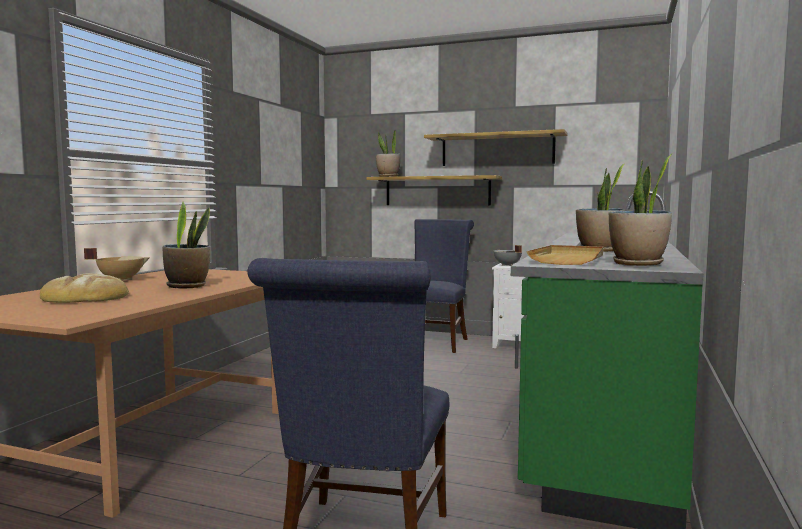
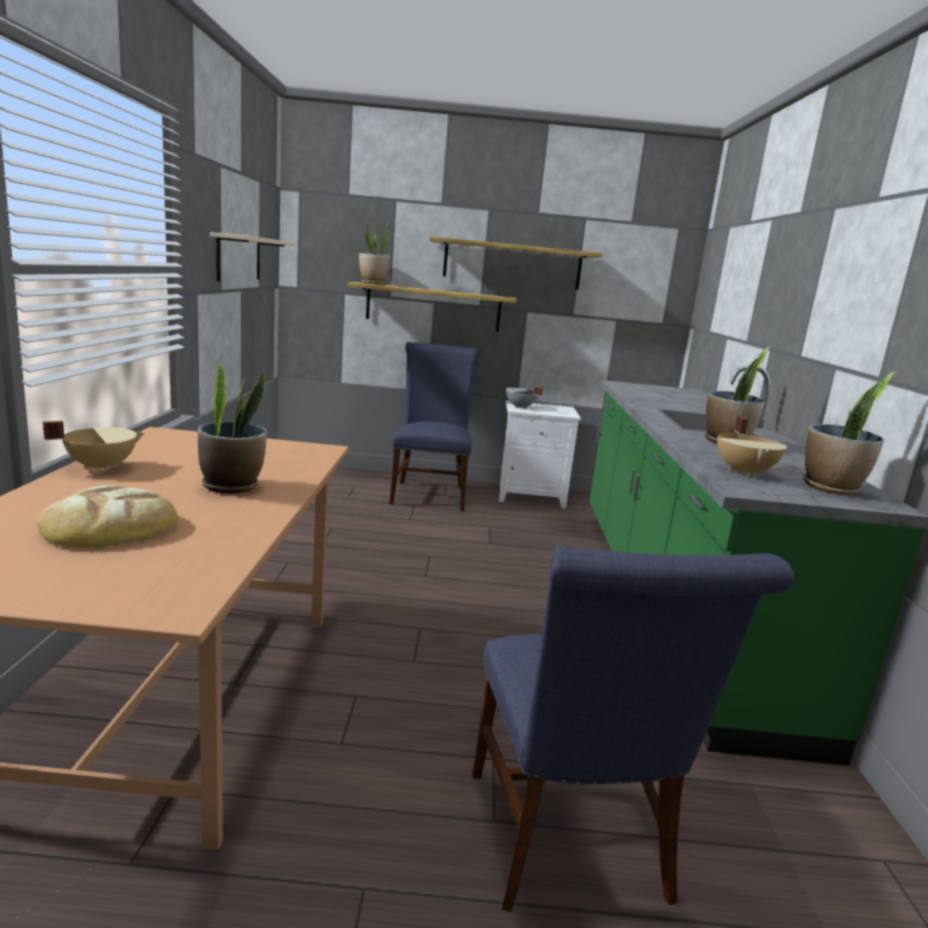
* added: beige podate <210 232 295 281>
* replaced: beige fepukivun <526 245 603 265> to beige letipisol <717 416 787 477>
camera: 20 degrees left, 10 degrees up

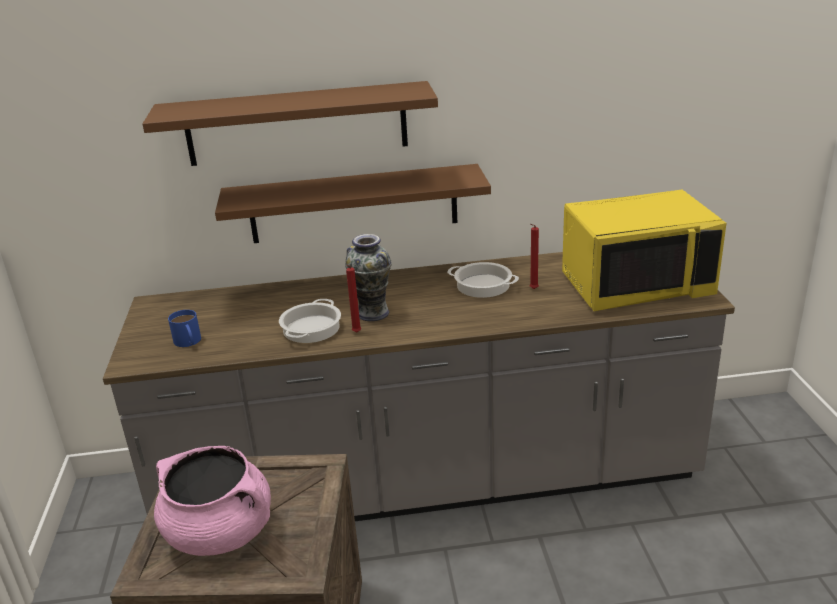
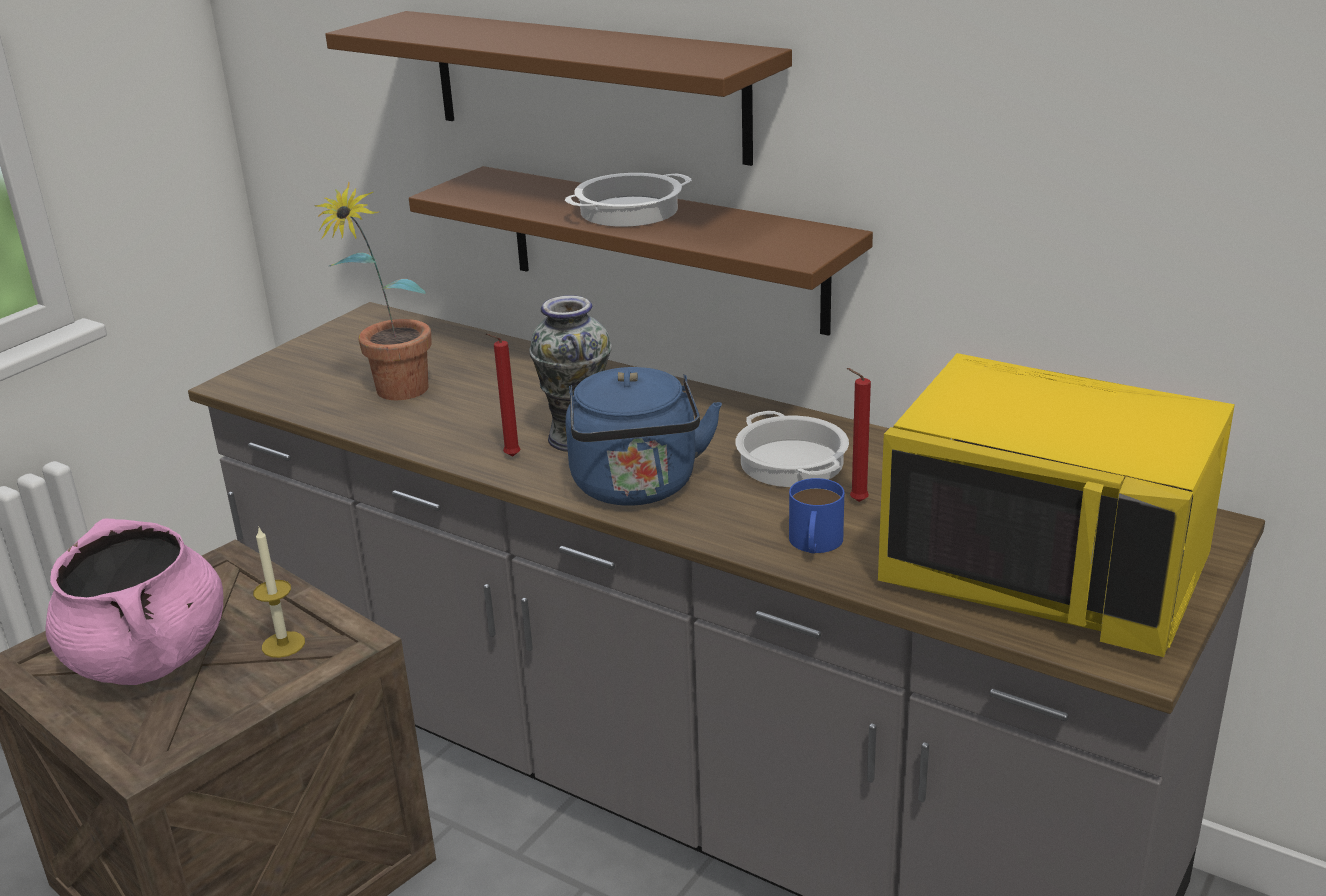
* added: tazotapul <253 526 305 658>
* added: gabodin <314 181 432 400>
* moved: letipisol <279 299 341 343> to <565 173 692 227>
* added: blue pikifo <566 367 722 506>
* moved: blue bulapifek <168 310 201 347> to <789 478 844 553>
camera: 40 degrees right, 0 degrees up

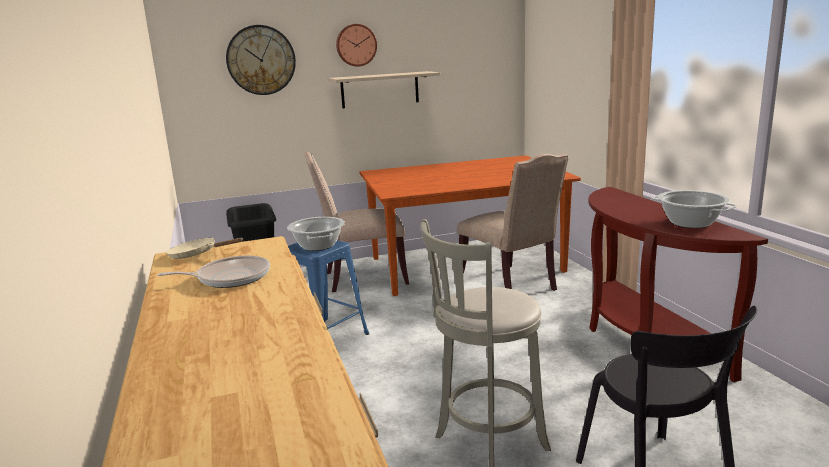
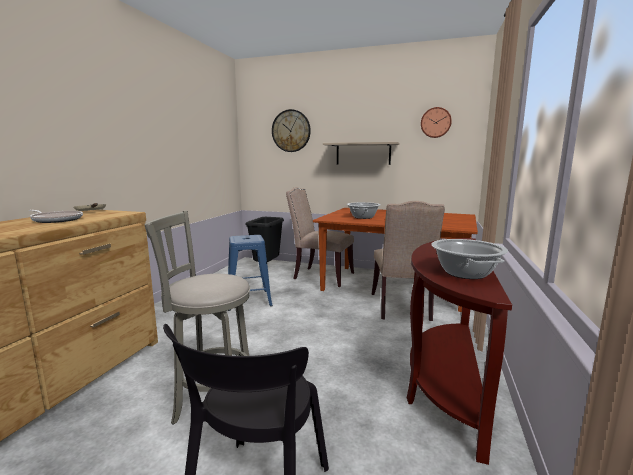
* moved: letipisol <287 217 345 251> to <347 202 381 219>
* moved: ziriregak <336 24 377 66> to <421 107 452 138>
camera: 35 degrees right, 5 degrees down

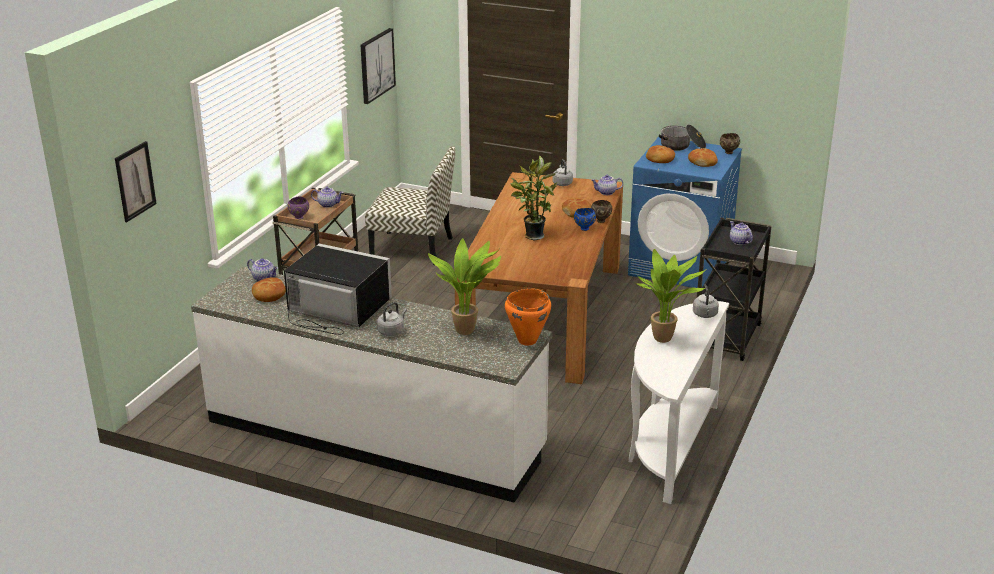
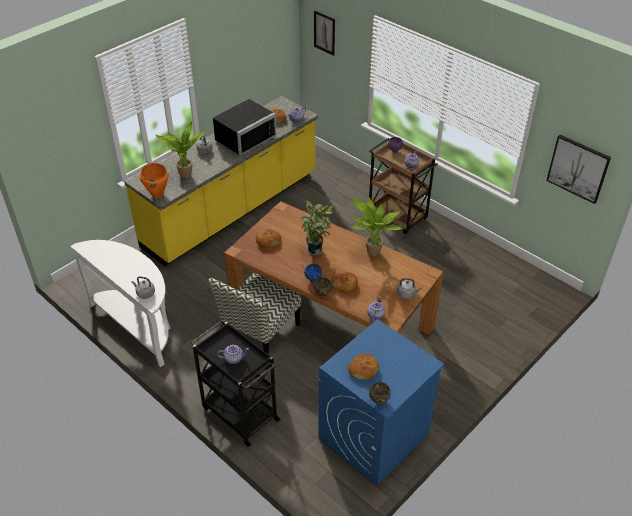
* recoloured: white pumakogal <191 267 552 503> to yellow pumakogal <124 96 318 266>
* moved: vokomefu <365 146 456 265> to <208 273 301 354>
* moved: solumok <646 145 675 163> to <256 229 281 247>
* moved: gabodin <636 249 705 343> to <352 197 402 256>
* removed: letipisol <659 124 706 151>
camera: 110 degrees right, 15 degrees up

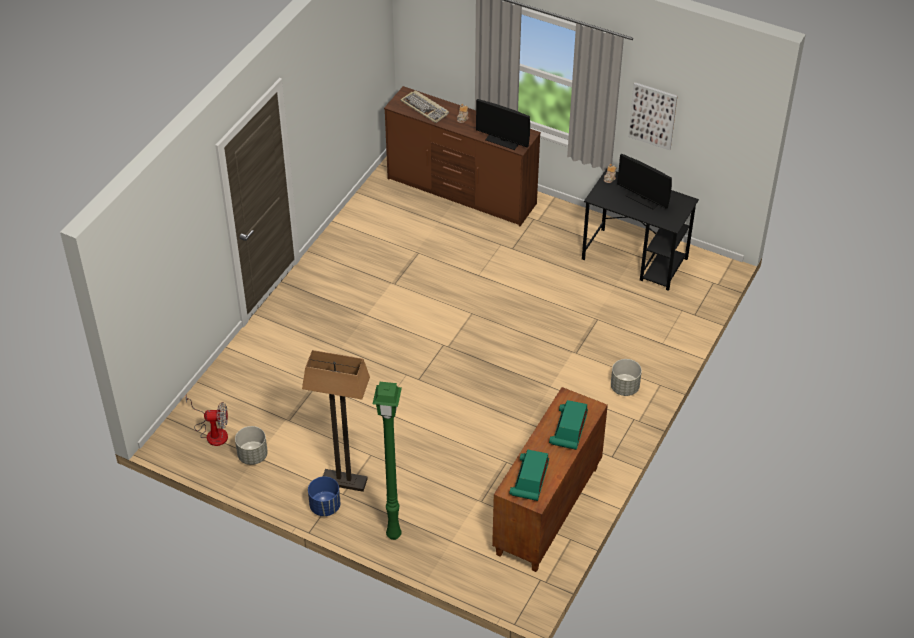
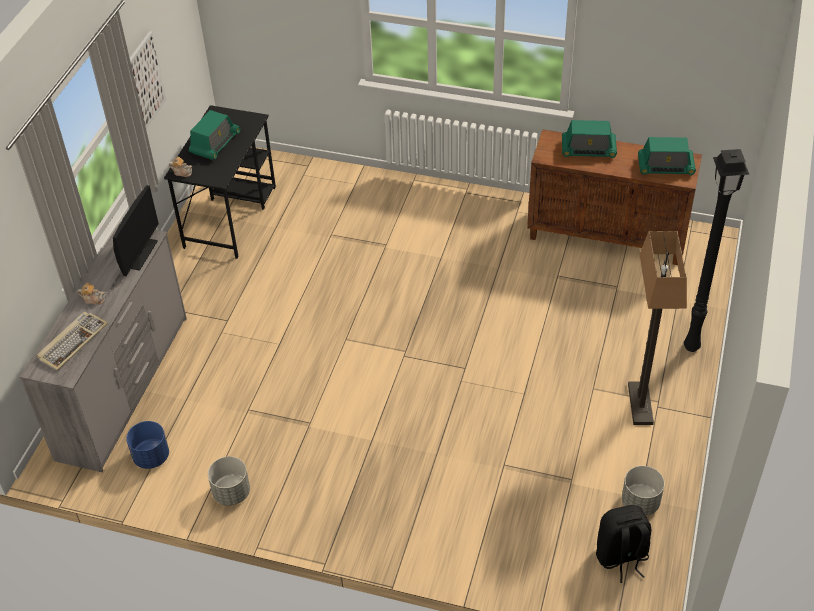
* recoloured: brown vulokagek <384 86 541 226> to grey vulokagek <20 223 187 472>
* moved: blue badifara <308 476 340 516> to <126 421 169 469>
* replaced: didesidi <617 154 672 209> to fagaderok <189 110 241 160>
* moved: grey badifara <611 359 642 396> to <208 456 250 506>
* replaced: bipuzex <186 395 228 446> to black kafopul <596 505 651 583>
* recoloured: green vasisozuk <373 382 402 540> to black vasisozuk <684 149 749 352>
camera: 100 degrees left, 0 degrees up

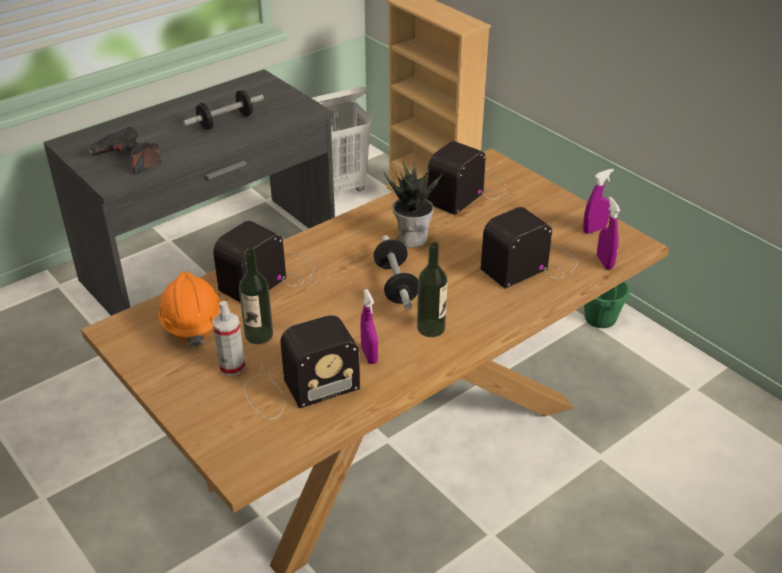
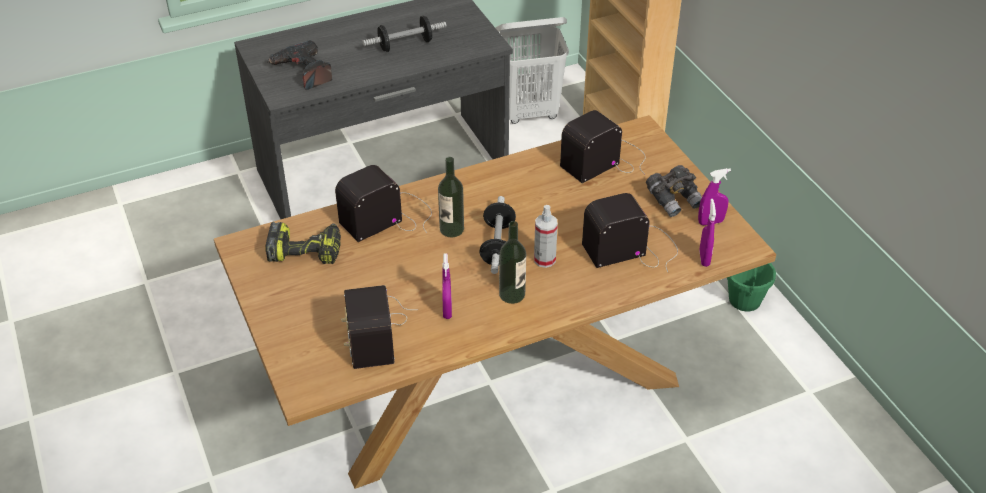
* replaced: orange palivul <158 271 220 347> to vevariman <266 222 341 264>
* turned: fagaderok <244 315 360 419> = <341 285 412 369> 90 degrees clockwise
* moved: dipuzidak <239 248 273 344> to <438 157 464 237>
* moved: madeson <212 301 245 376> to <534 205 558 268>
* added: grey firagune <646 165 702 217>
* removed: gabodin <384 161 442 247>
camera: 15 degrees right, 5 degrees up

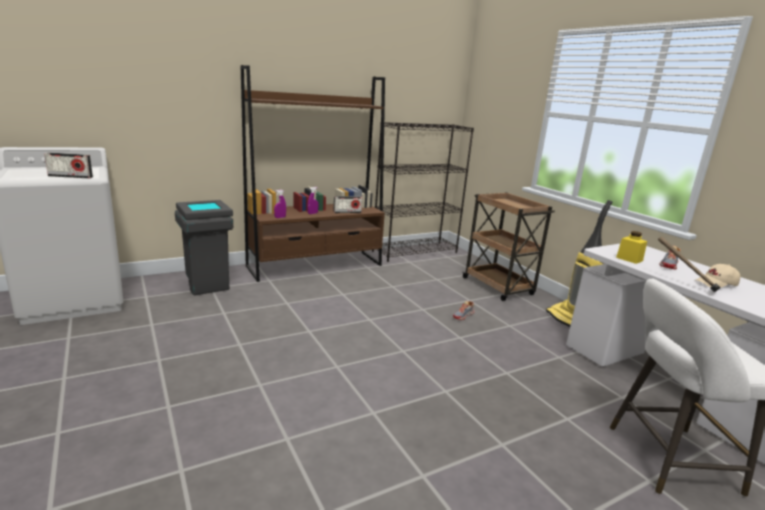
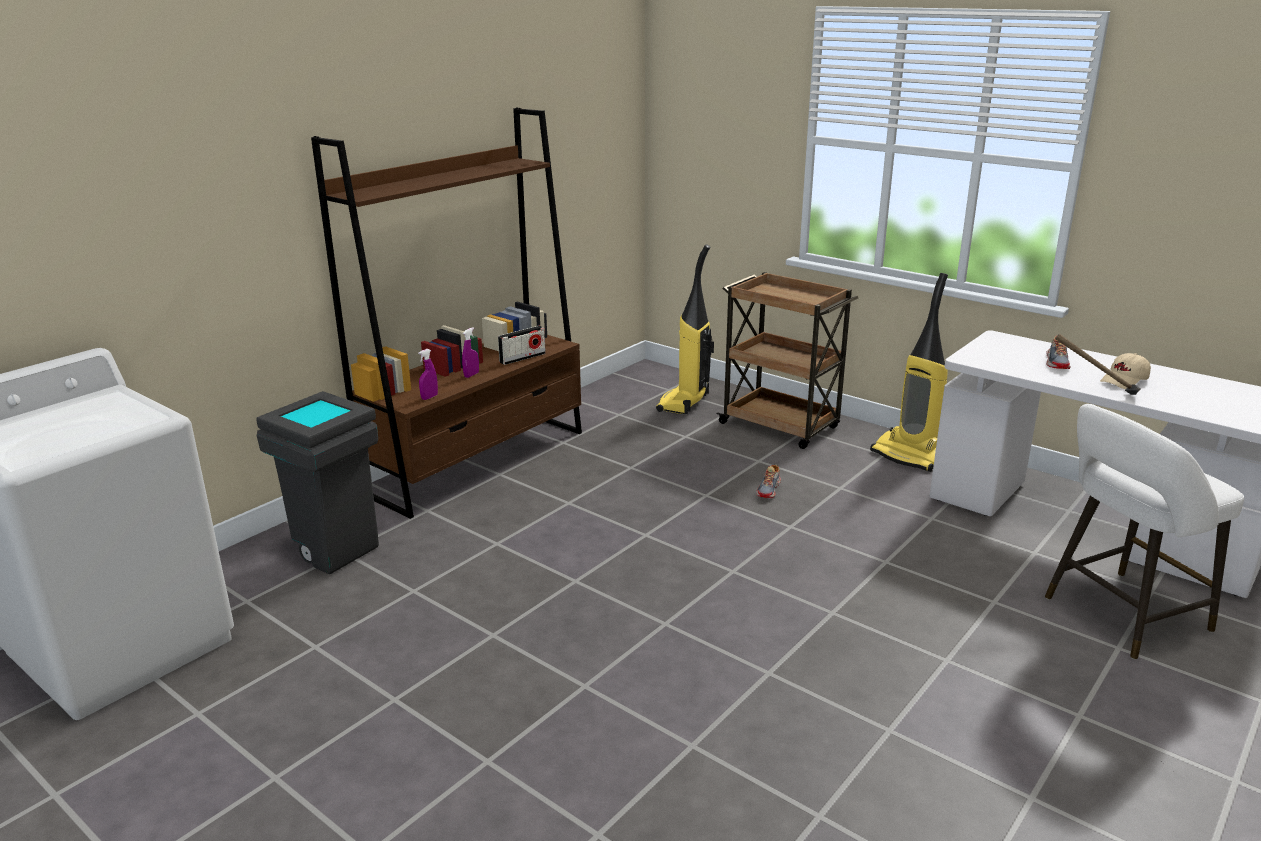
* added: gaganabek <656 244 714 414>
* removed: fagaderok <44 152 93 179>
* removed: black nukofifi <372 122 474 262>
* removed: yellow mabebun <616 231 647 264>
camera: 20 degrees left, 5 degrees up

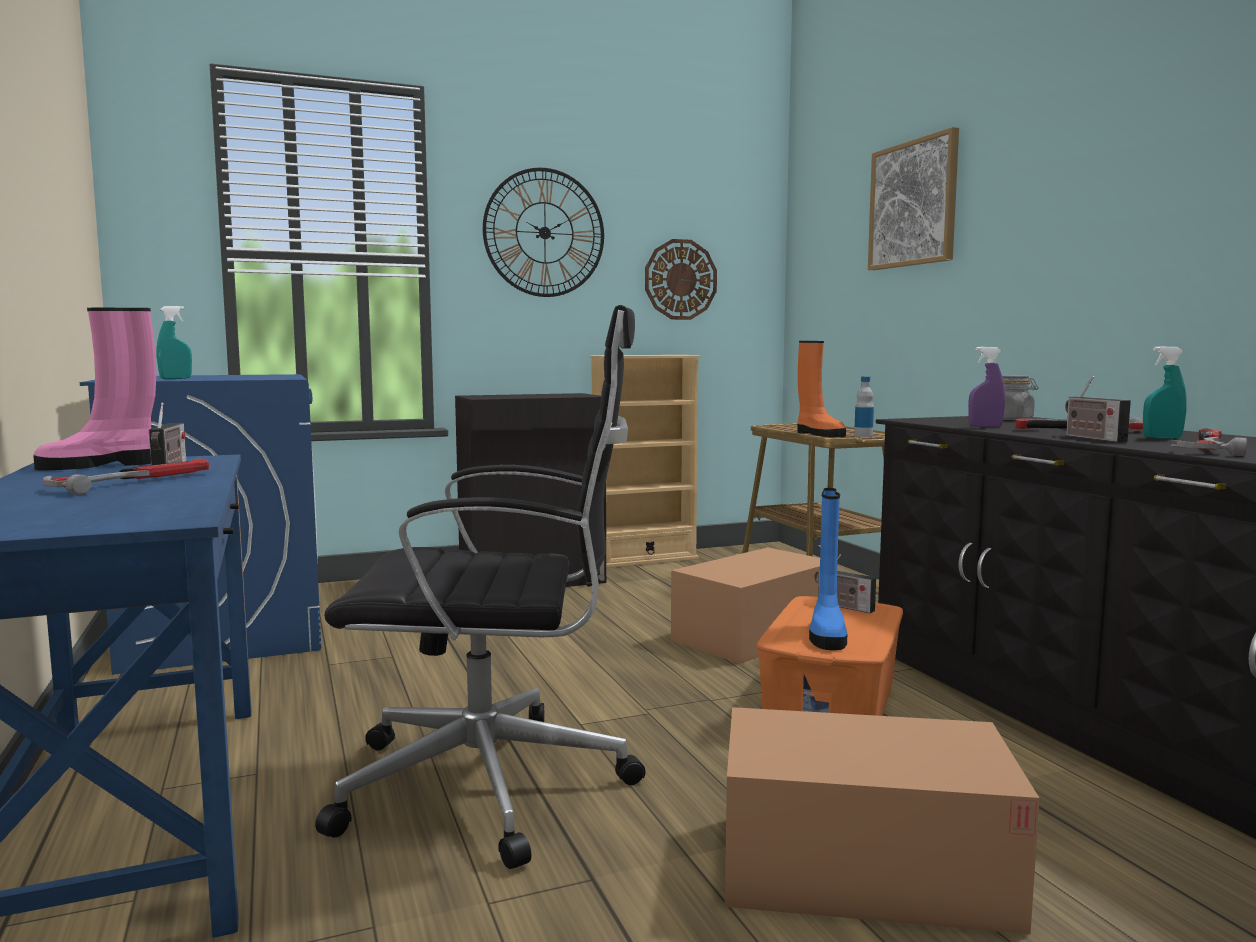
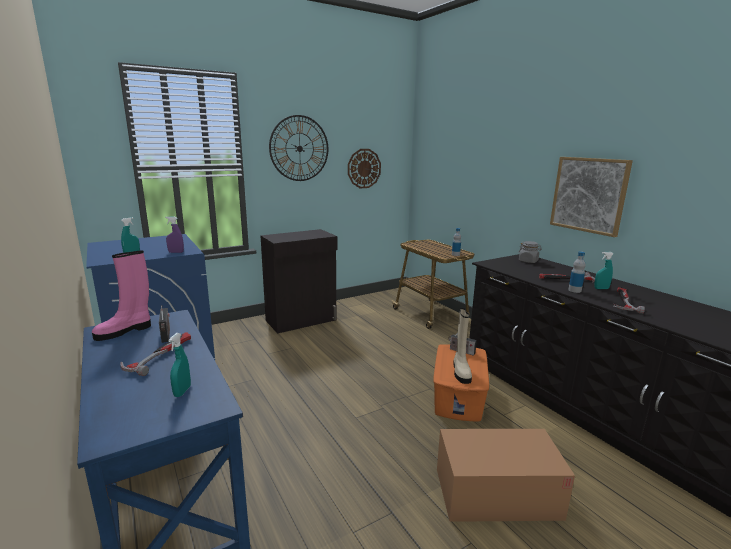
* moved: purple madeson <968 347 1005 427> to <165 216 184 253>
* added: turquoise madeson <168 333 191 397>
* recoloured: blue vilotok <809 488 847 650> to beige vilotok <454 308 472 384>
* moved: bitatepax <868 127 959 270> to <550 157 633 237>
* replaced: fagaderok <1065 376 1131 442> to dipuzidak <568 251 586 293>
* removed: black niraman <315 305 646 869>
* removed: beige nukofifi <590 355 701 568>
* removed: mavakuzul <671 547 820 664>
* removed: orange vilotok <797 341 846 437>
camera: 10 degrees left, 10 degrees up

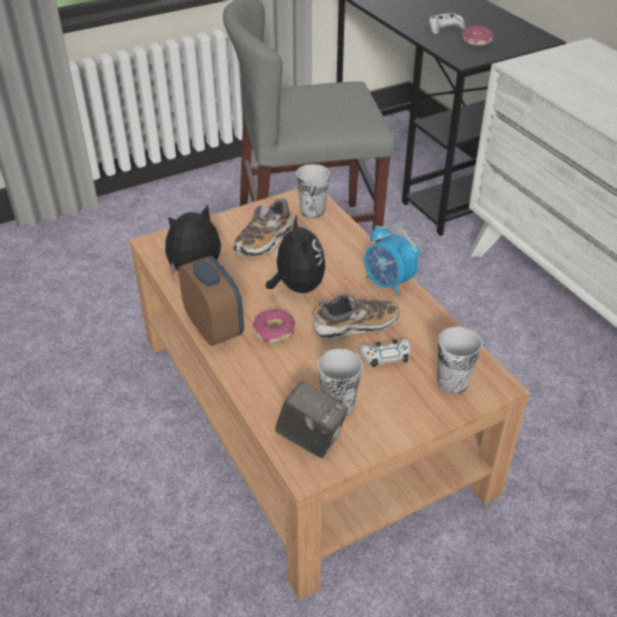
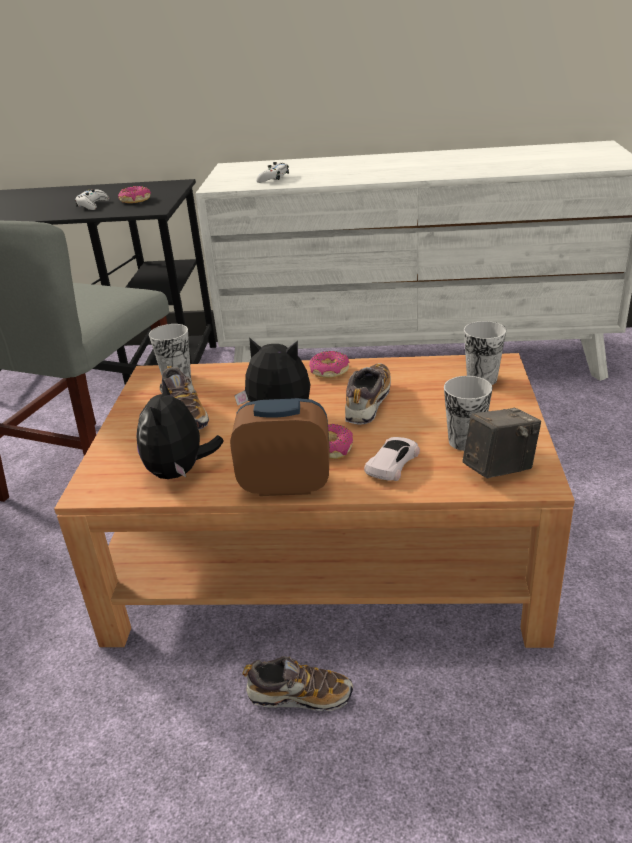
* added: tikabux <242 656 353 711>
* moved: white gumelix <359 338 411 367> to <256 162 289 183>
* replaced: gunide <364 225 420 296> to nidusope <309 351 349 378>
* added: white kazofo <364 437 420 481>
camera: 55 degrees left, 10 degrees down

